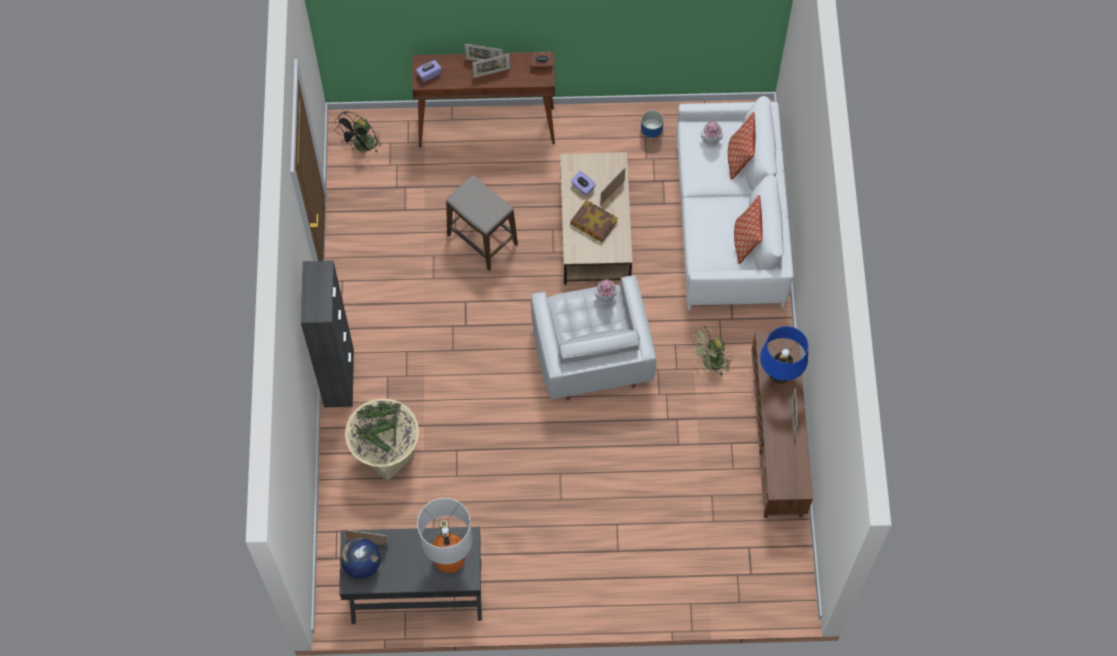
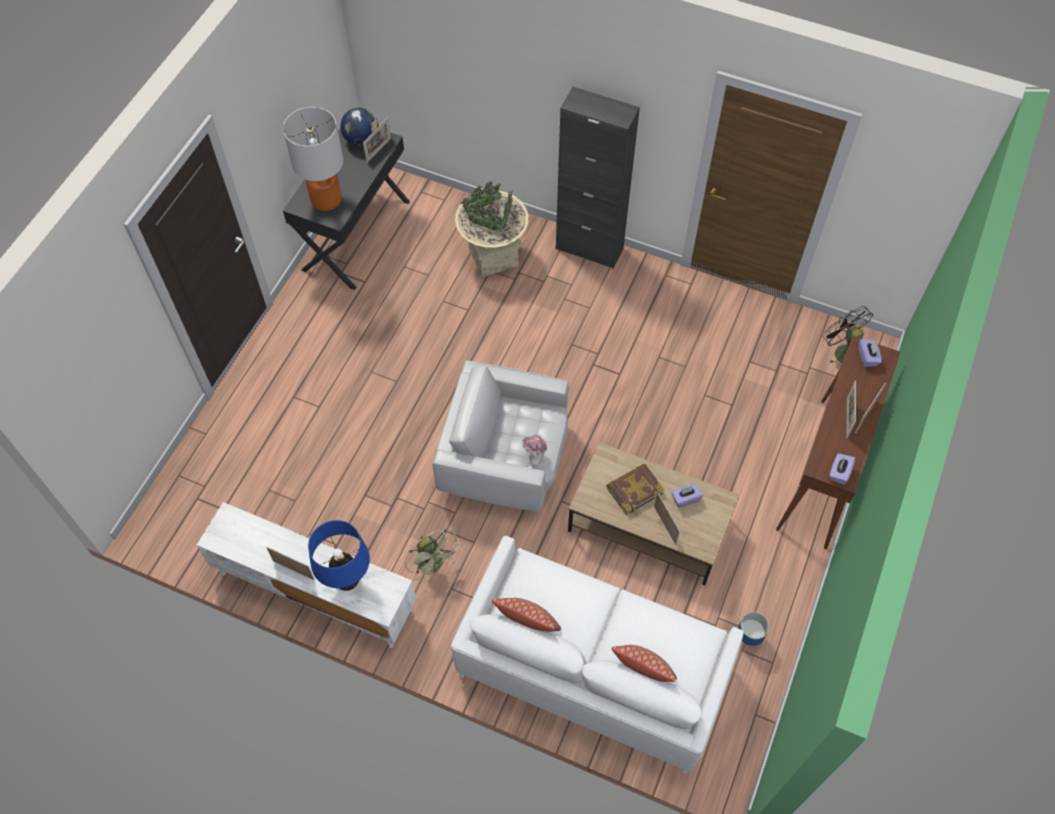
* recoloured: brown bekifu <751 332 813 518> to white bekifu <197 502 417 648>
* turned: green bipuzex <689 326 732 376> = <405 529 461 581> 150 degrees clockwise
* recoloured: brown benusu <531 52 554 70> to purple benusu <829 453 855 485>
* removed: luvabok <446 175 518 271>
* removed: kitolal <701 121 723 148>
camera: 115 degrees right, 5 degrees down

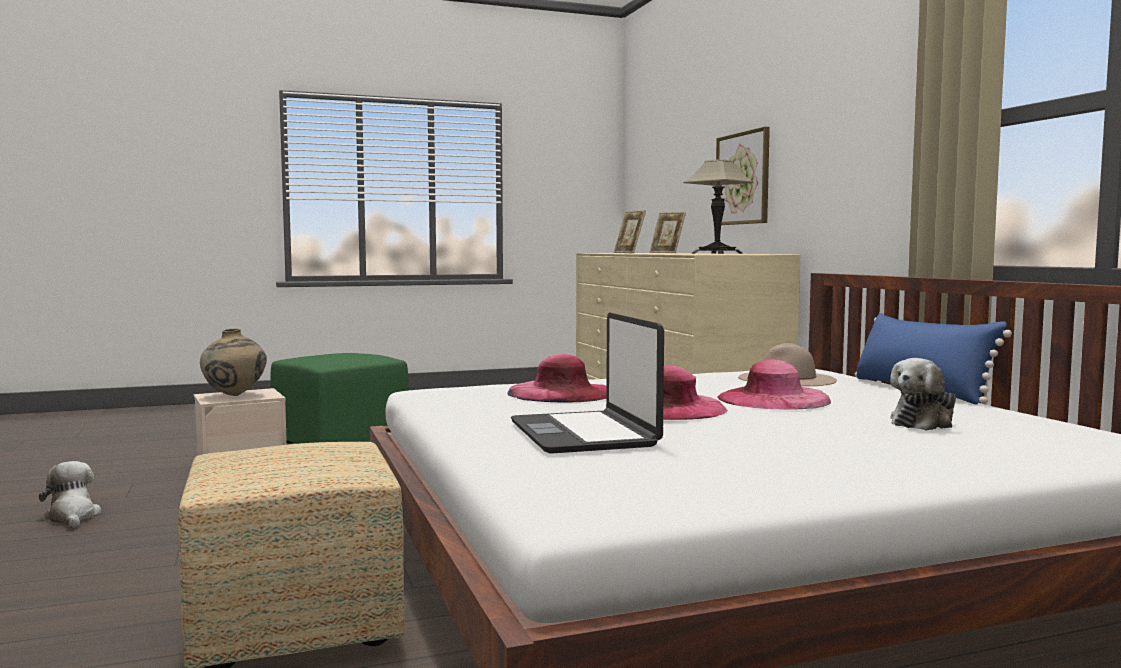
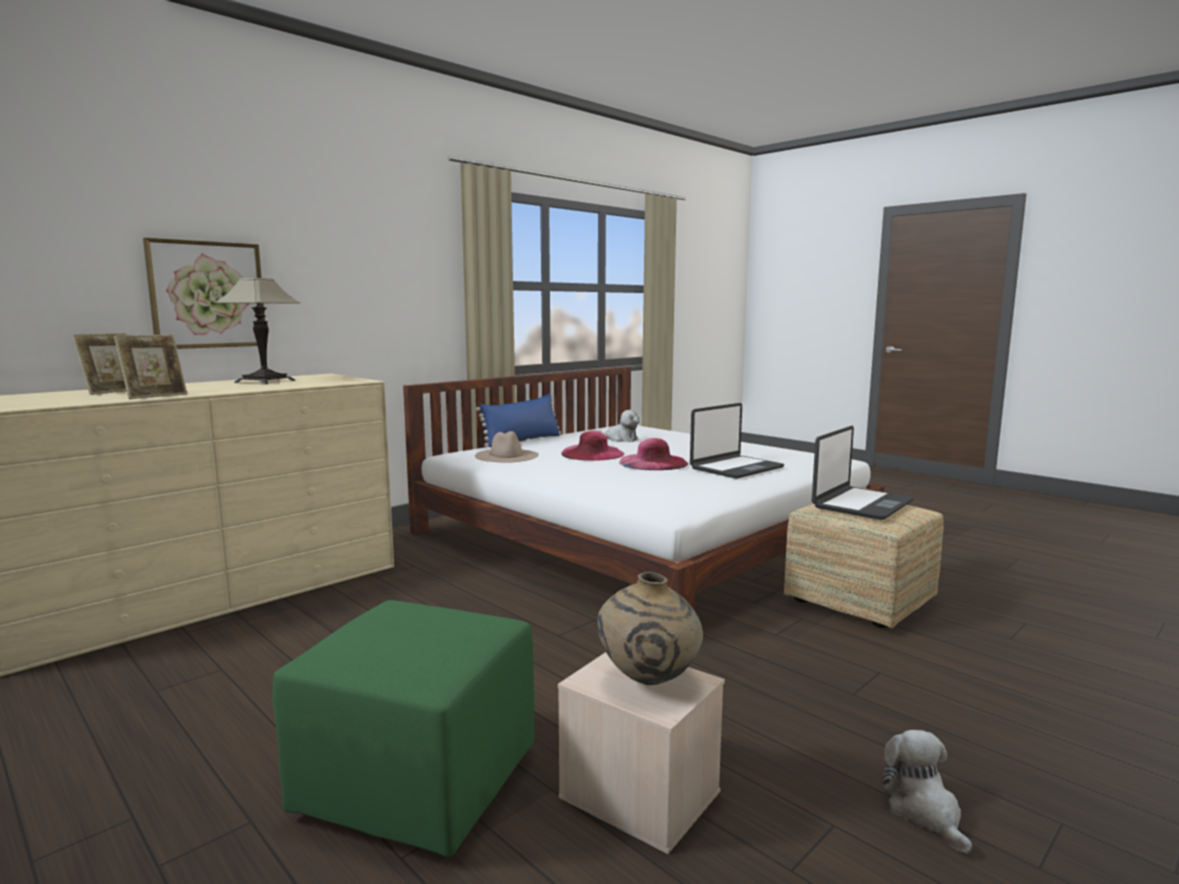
* added: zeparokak <811 426 914 520>
* turned: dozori <39 461 101 528> = <882 730 972 854> 135 degrees clockwise
* removed: pink kitolal <507 354 606 402>
camera: 115 degrees left, 5 degrees up

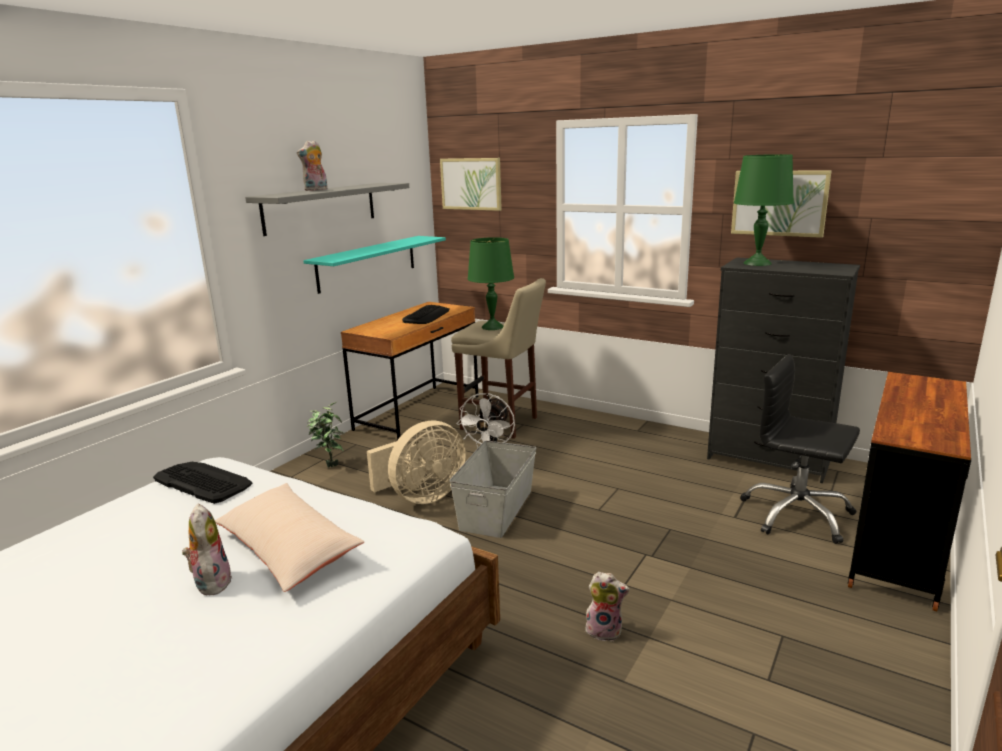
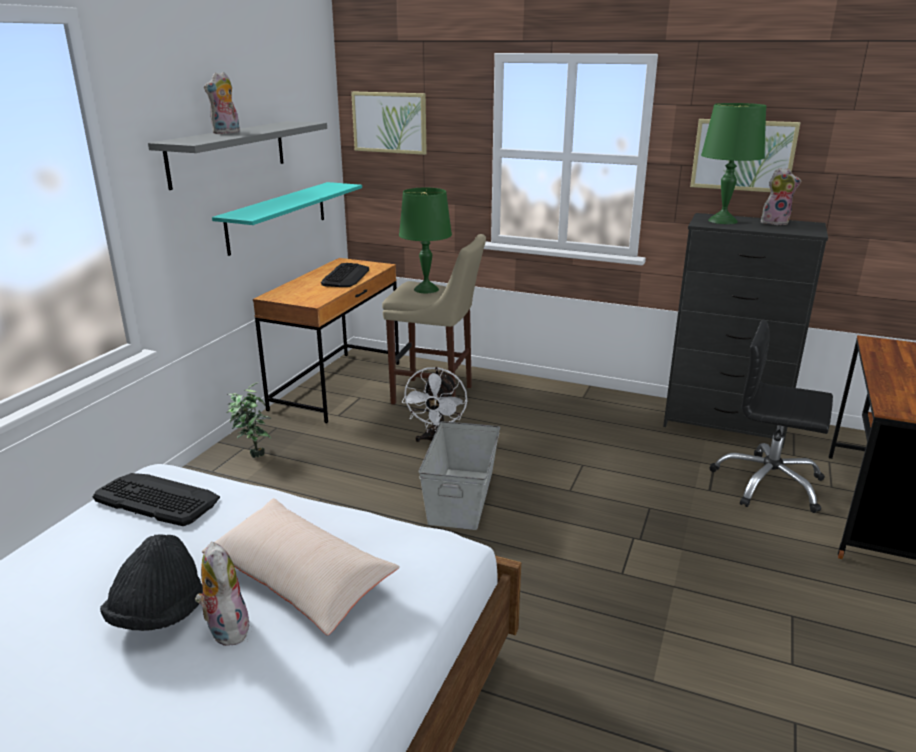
* added: black kitolal <100 535 203 631>
* moved: dozori <585 572 630 641> to <761 168 801 225>
* removed: beige bipuzex <367 421 466 504>
camera: 10 degrees left, 5 degrees up

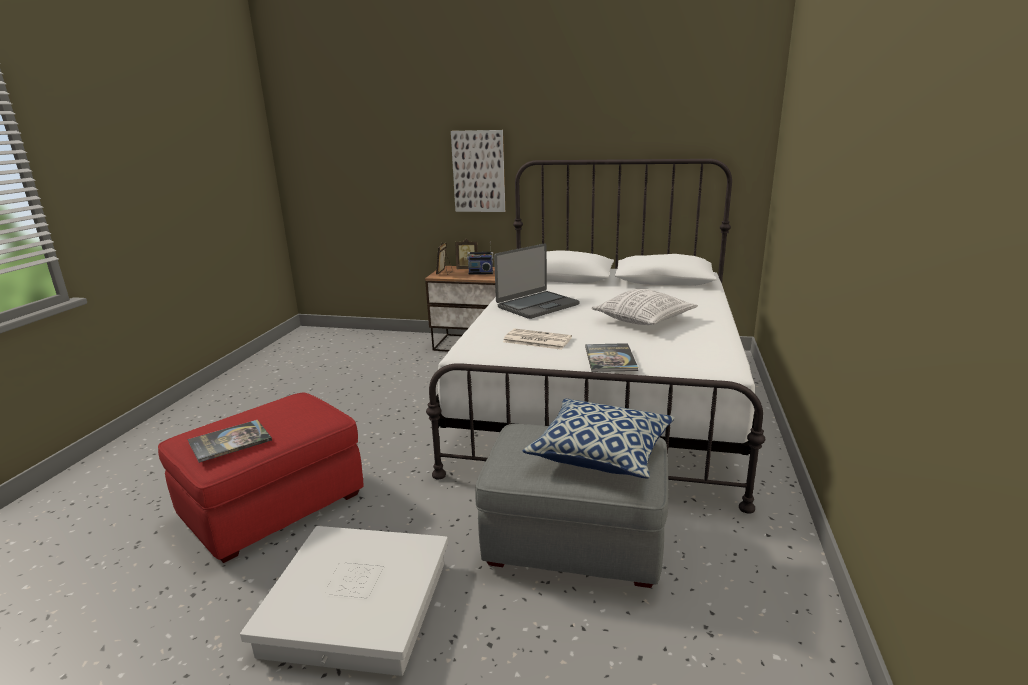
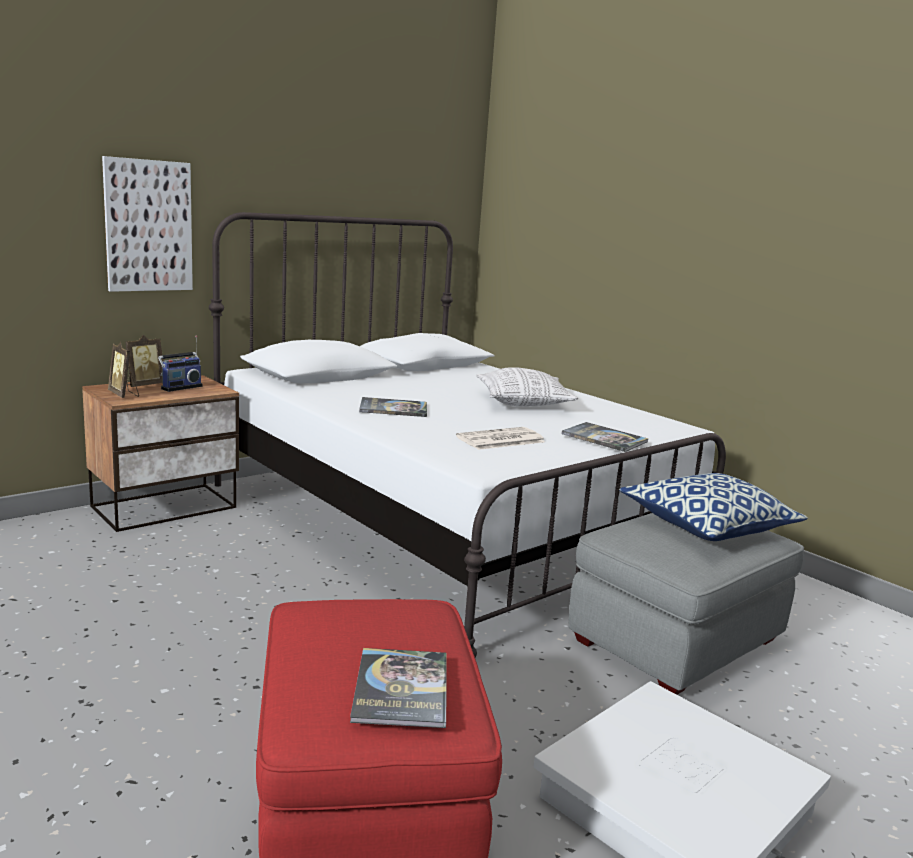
* replaced: zeparokak <494 243 580 319> to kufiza <359 397 427 417>
camera: 55 degrees left, 5 degrees down

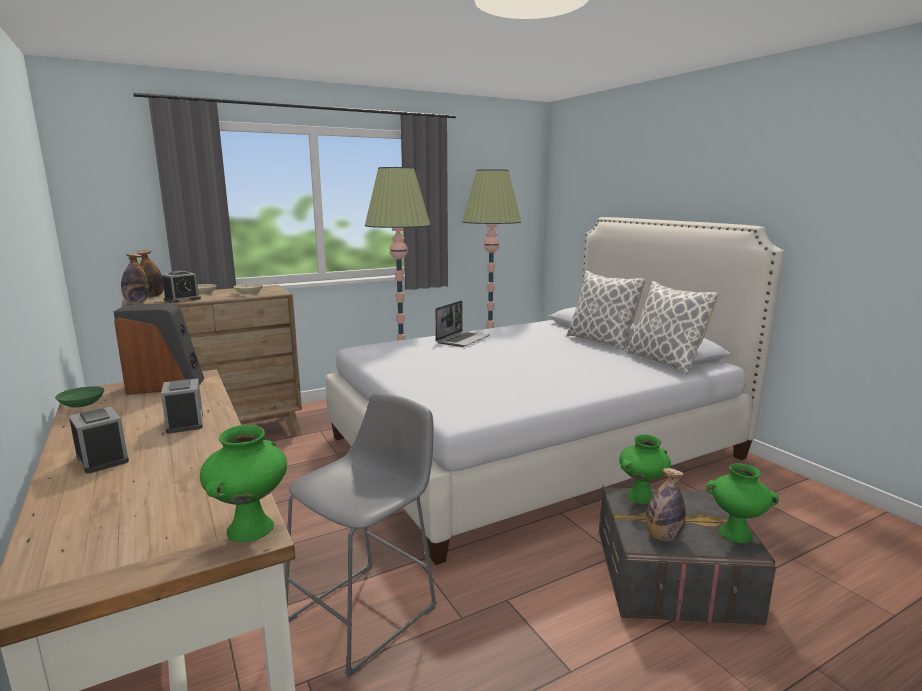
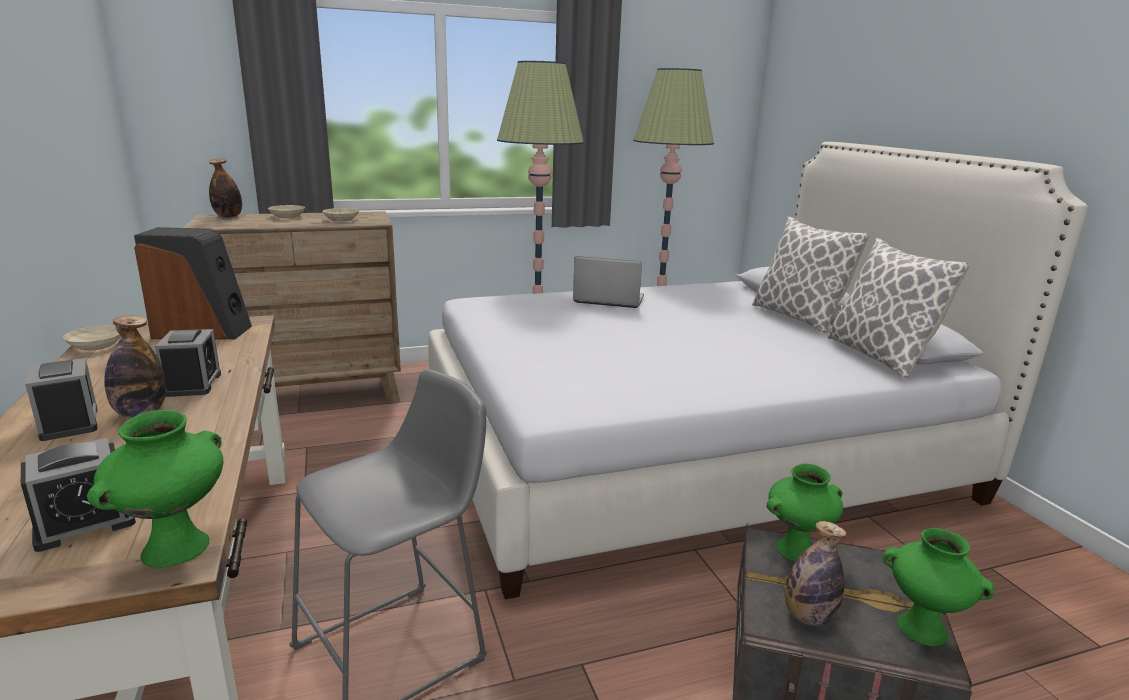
* moved: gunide <162 270 201 303> to <21 438 136 552>
* recoloured: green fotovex <55 386 104 407> to beige fotovex <63 325 121 351>
* moved: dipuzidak <121 254 149 303> to <104 316 166 418>
* turned: zeparokak <435 300 490 347> = <573 256 644 308> 120 degrees counterclockwise
camera: 10 degrees right, 5 degrees up

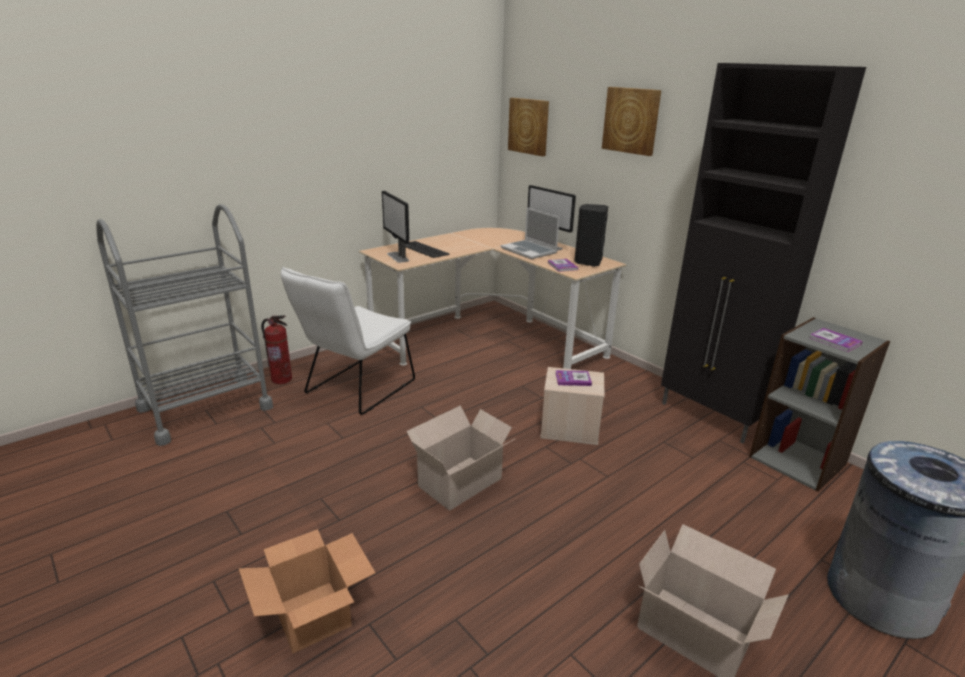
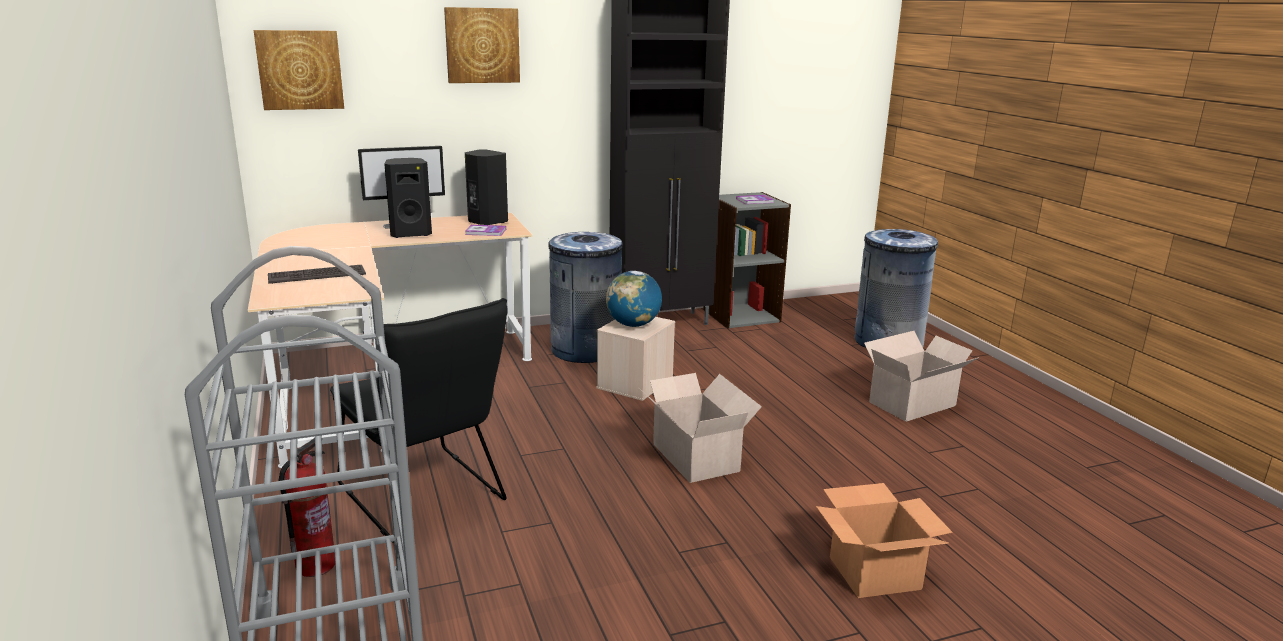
* recoloured: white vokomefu <281 267 415 415> to black vokomefu <330 298 508 543>
* replaced: zeparokak <501 208 560 259> to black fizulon <384 158 432 238>
* added: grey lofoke <548 232 622 363>
* replaced: kufiza <555 370 592 386> to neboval <606 271 662 327>
* removed: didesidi <382 191 410 263>
camera: 70 degrees left, 5 degrees down

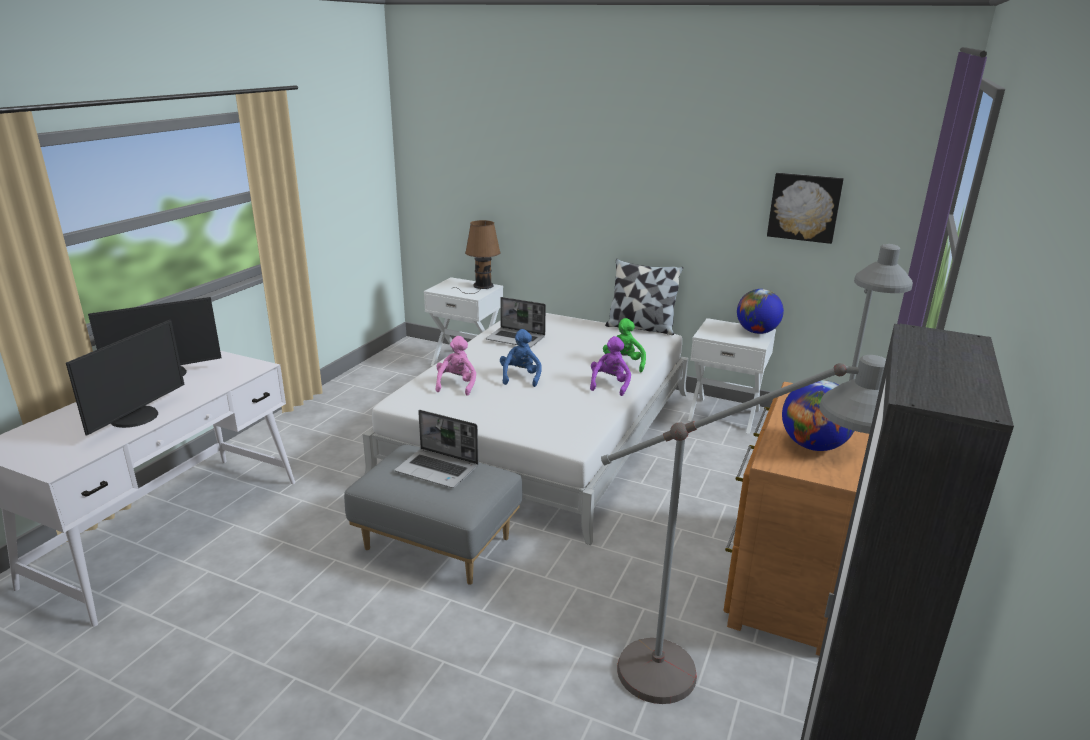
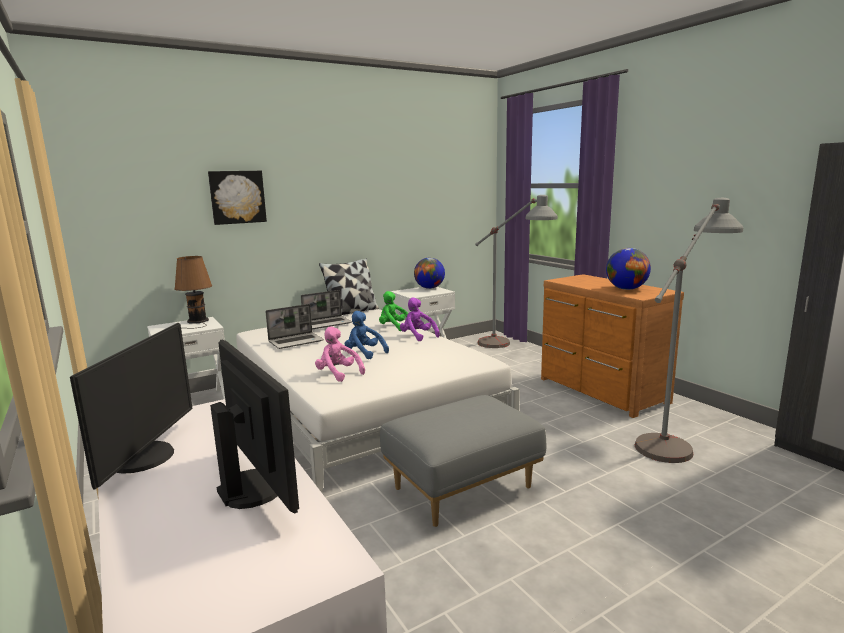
* moved: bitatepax <767 173 844 244> to <208 171 267 225>
* moved: zeparokak <395 410 478 488> to <301 290 352 329>
camera: 55 degrees left, 10 degrees down

